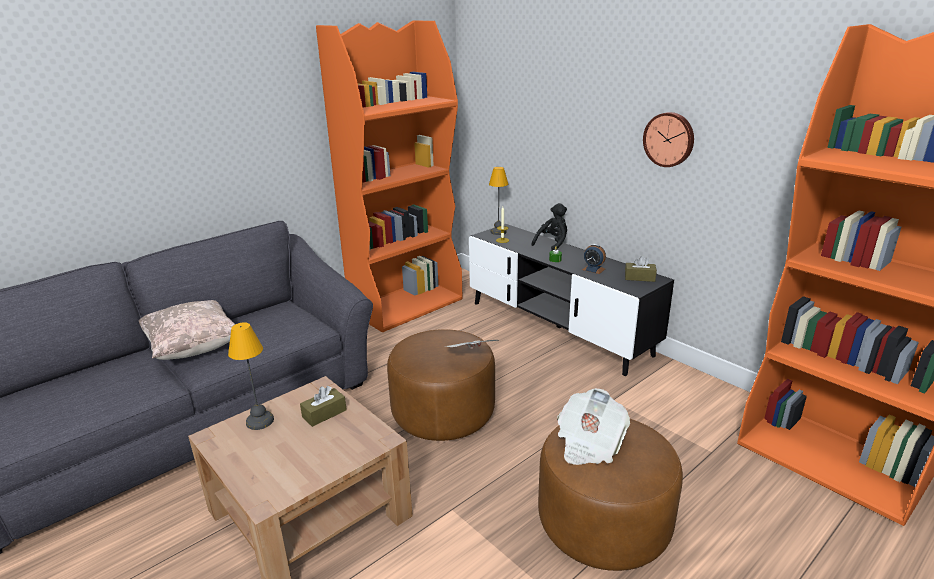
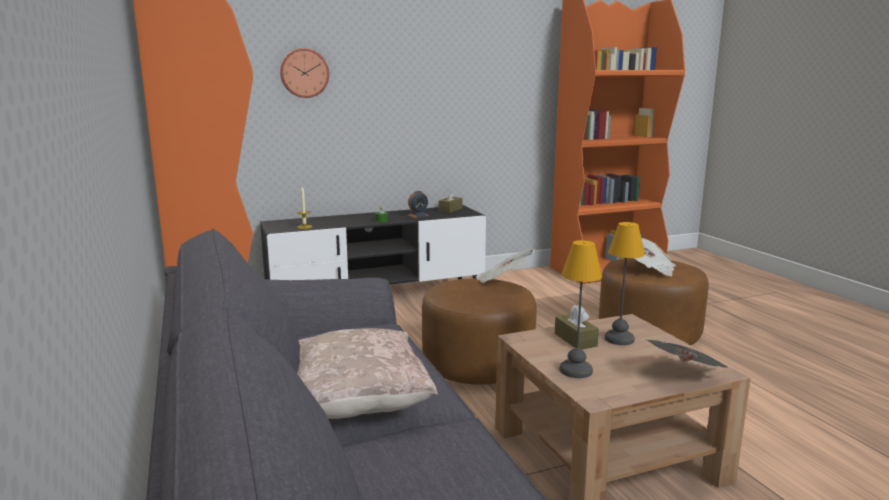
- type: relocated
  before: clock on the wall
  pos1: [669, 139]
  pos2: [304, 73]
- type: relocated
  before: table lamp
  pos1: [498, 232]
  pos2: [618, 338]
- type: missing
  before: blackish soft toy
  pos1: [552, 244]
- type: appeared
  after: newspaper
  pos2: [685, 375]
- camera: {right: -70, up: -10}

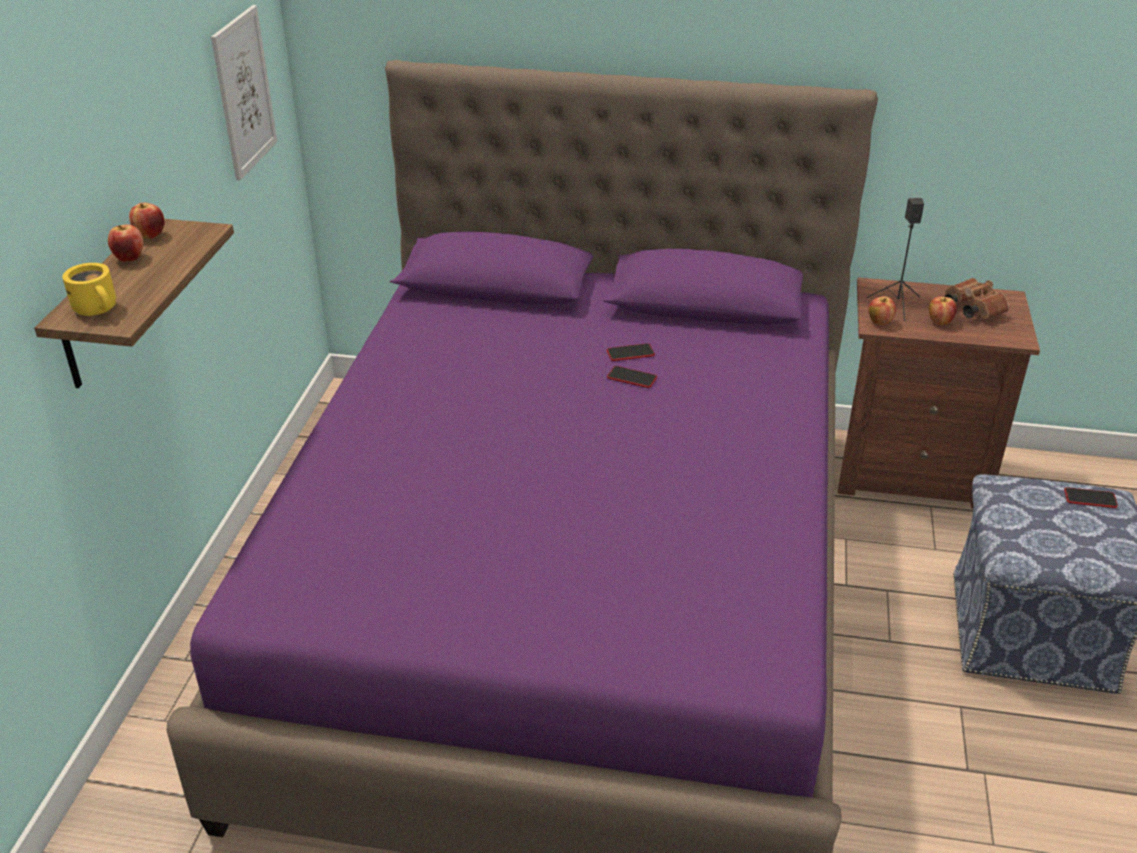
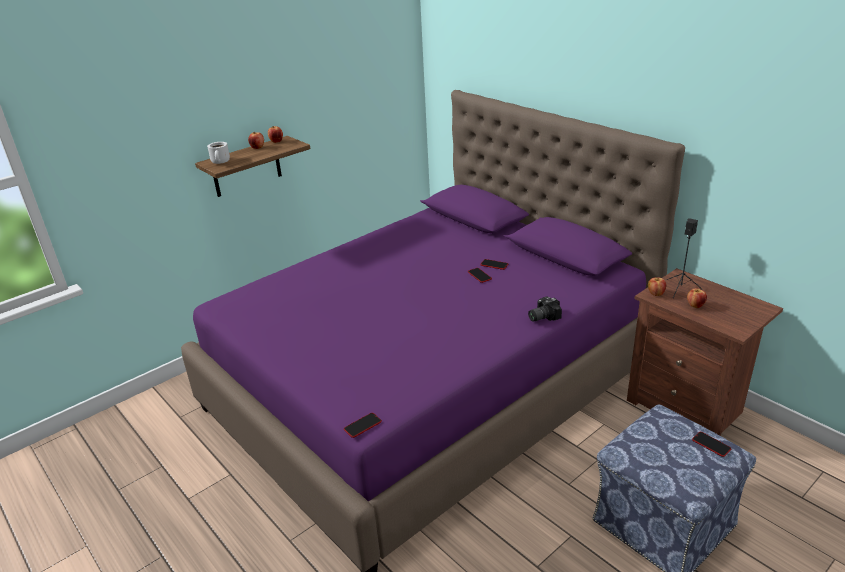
- type: missing
  before: wall picture
  pos1: [244, 92]
- type: colour
  before: yellow-coloured coffee mug
  after: whitish coffee mug
  pos1: [99, 309]
  pos2: [221, 162]
- type: missing
  before: brown binoculars
  pos1: [970, 309]
- type: appeared
  after: photo camera
  pos2: [542, 316]
- type: appeared
  after: telephone
  pos2: [362, 425]
- camera: {right: 40, up: -5}

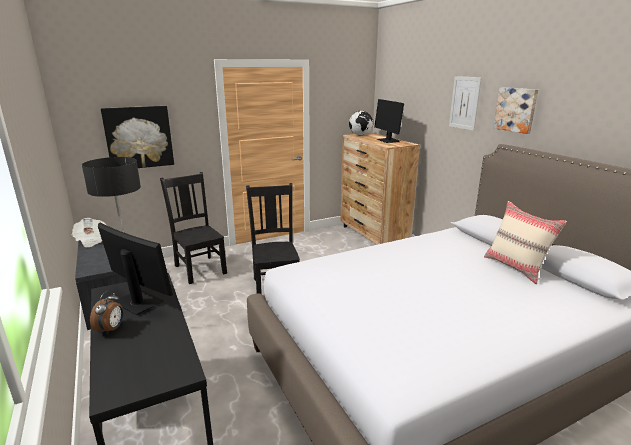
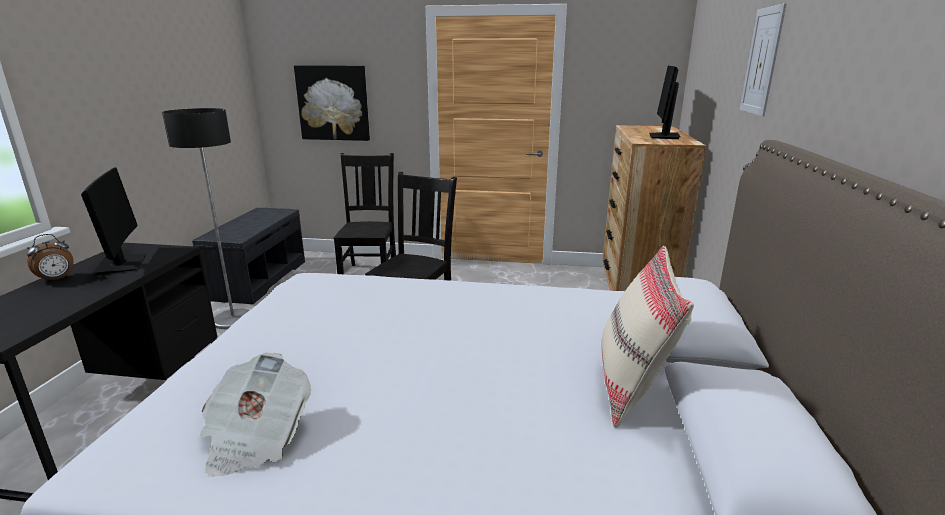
- type: missing
  before: wall picture
  pos1: [516, 109]
- type: missing
  before: desk globe
  pos1: [360, 135]
- type: relocated
  before: newspaper
  pos1: [91, 240]
  pos2: [256, 437]
- camera: {right: 35, up: 0}

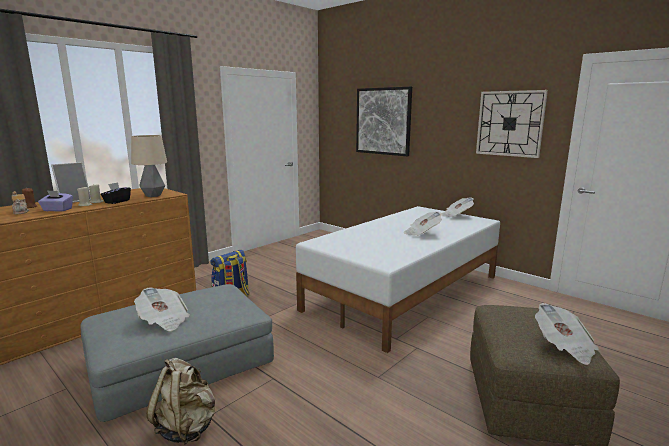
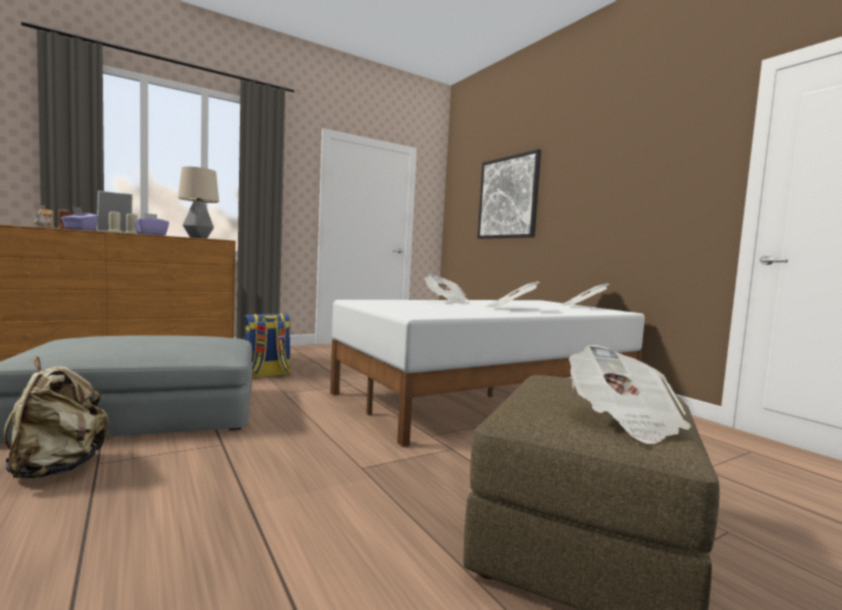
- type: missing
  before: clock on the wall
  pos1: [510, 123]
- type: colour
  before: blackish box of tissues
  after: purple-coloured box of tissues
  pos1: [117, 201]
  pos2: [151, 234]
- type: relocated
  before: newspaper
  pos1: [164, 320]
  pos2: [445, 301]
- camera: {right: 15, up: -10}

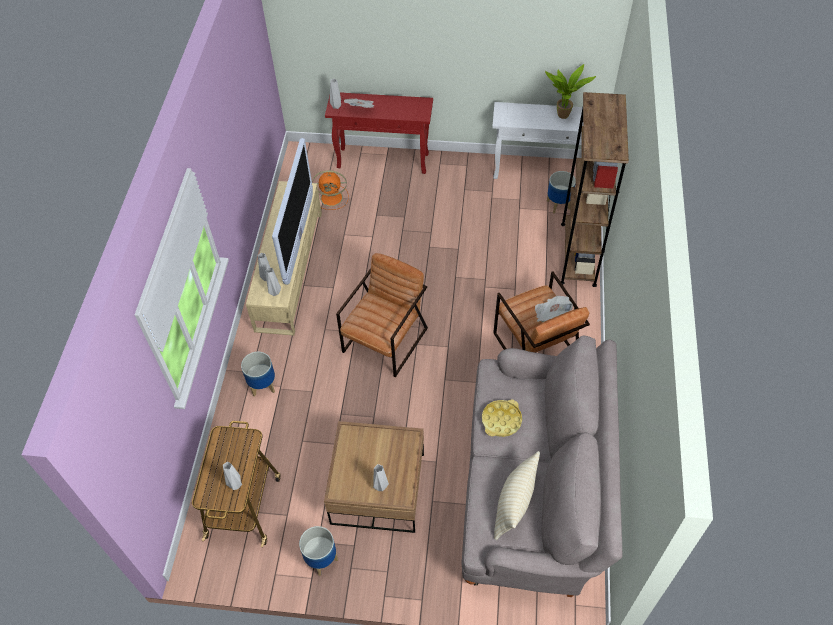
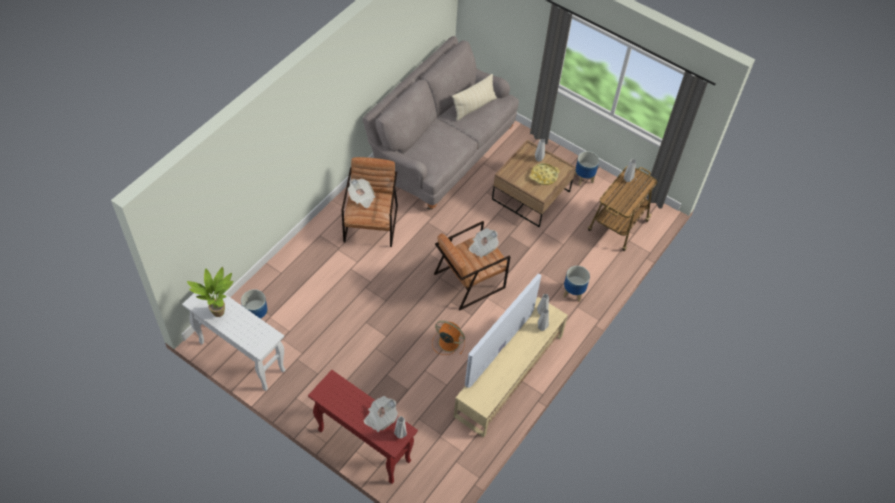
- type: missing
  before: brown shelving unit
  pos1: [578, 254]
- type: relocated
  before: orange cooling fan
  pos1: [332, 198]
  pos2: [448, 342]
- type: relocated
  before: yellow-coloured serving tray
  pos1: [501, 420]
  pos2: [544, 176]
- type: appeared
  after: newspaper
  pos2: [482, 247]
- camera: {right: -155, up: 0}

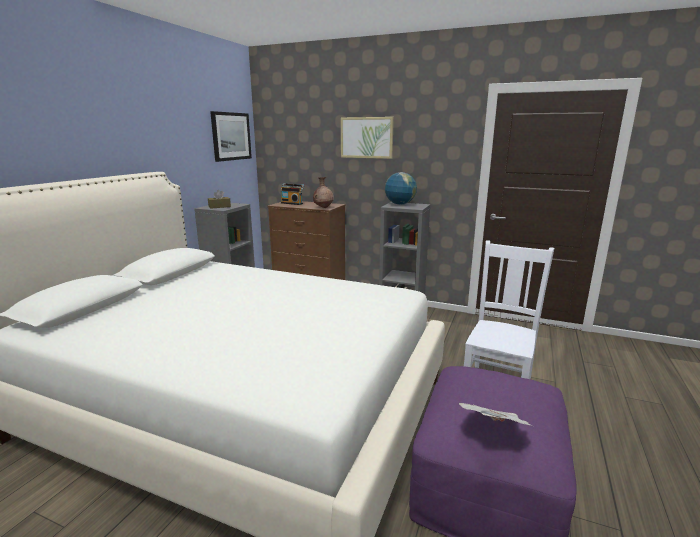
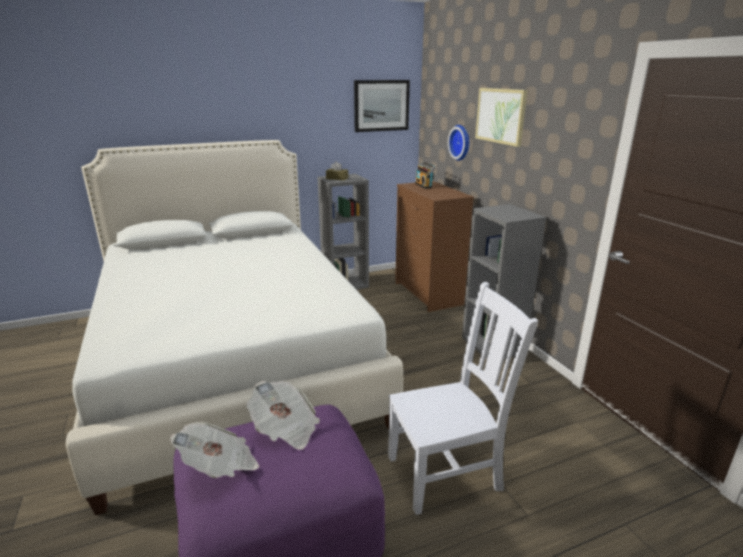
- type: missing
  before: desk globe
  pos1: [400, 204]
- type: missing
  before: brown decorative vase
  pos1: [323, 207]
- type: appeared
  after: clock on the wall
  pos2: [461, 142]
- type: appeared
  after: newspaper
  pos2: [285, 428]
- camera: {right: 45, up: 5}

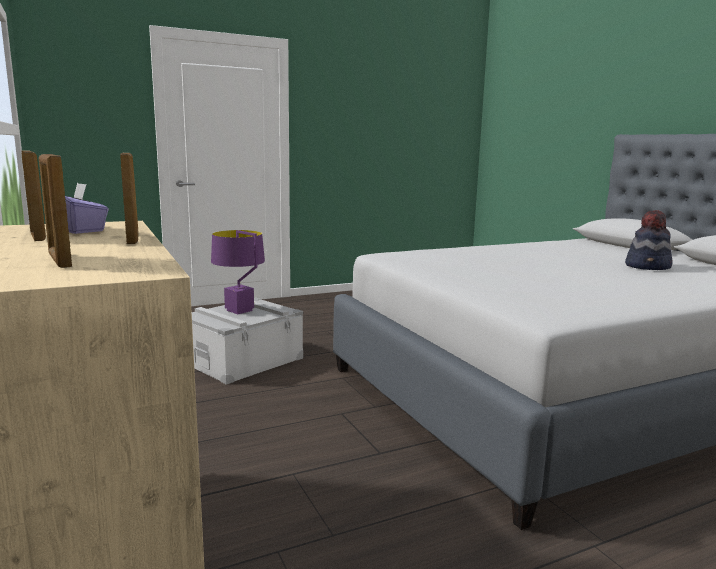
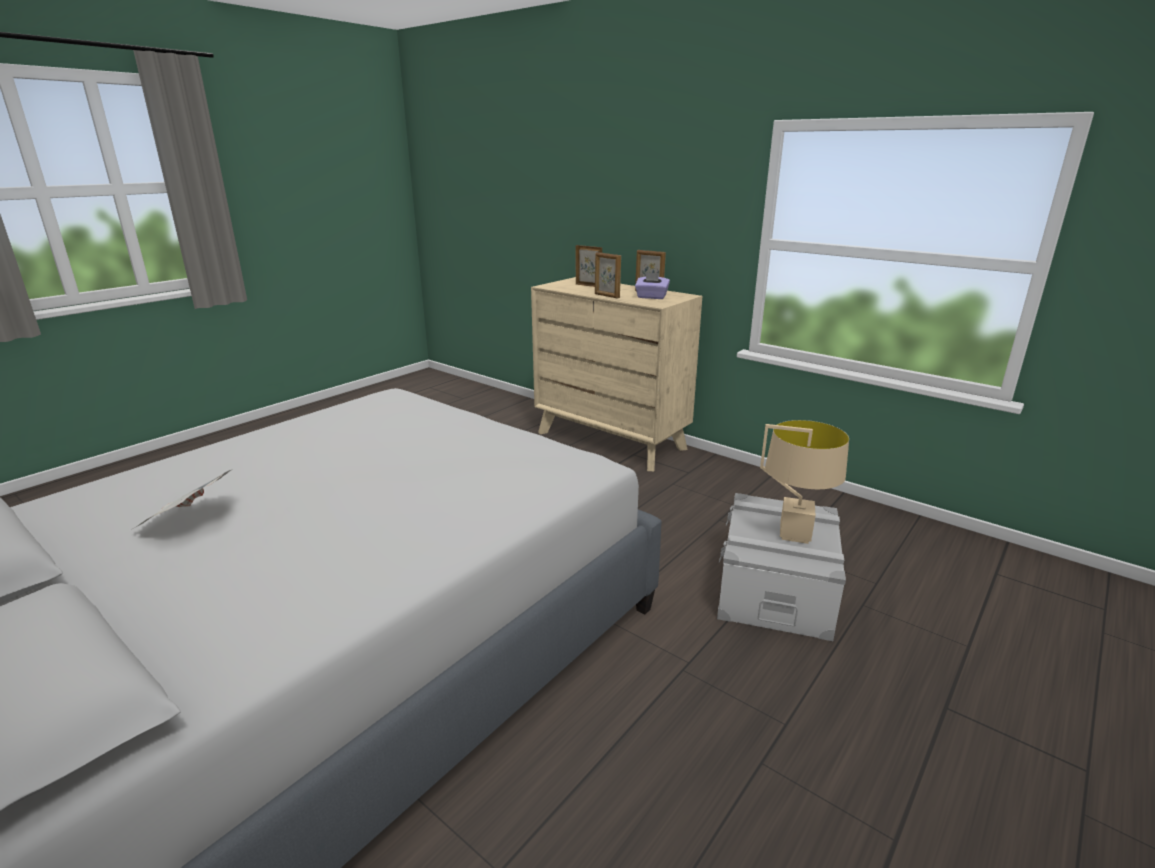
- type: exchanged
  before: hat
  after: newspaper
  pos1: [648, 267]
  pos2: [188, 521]
- type: colour
  before: purple-coloured table lamp
  after: beige-coloured table lamp
  pos1: [239, 310]
  pos2: [794, 534]
- camera: {right: 155, up: 10}

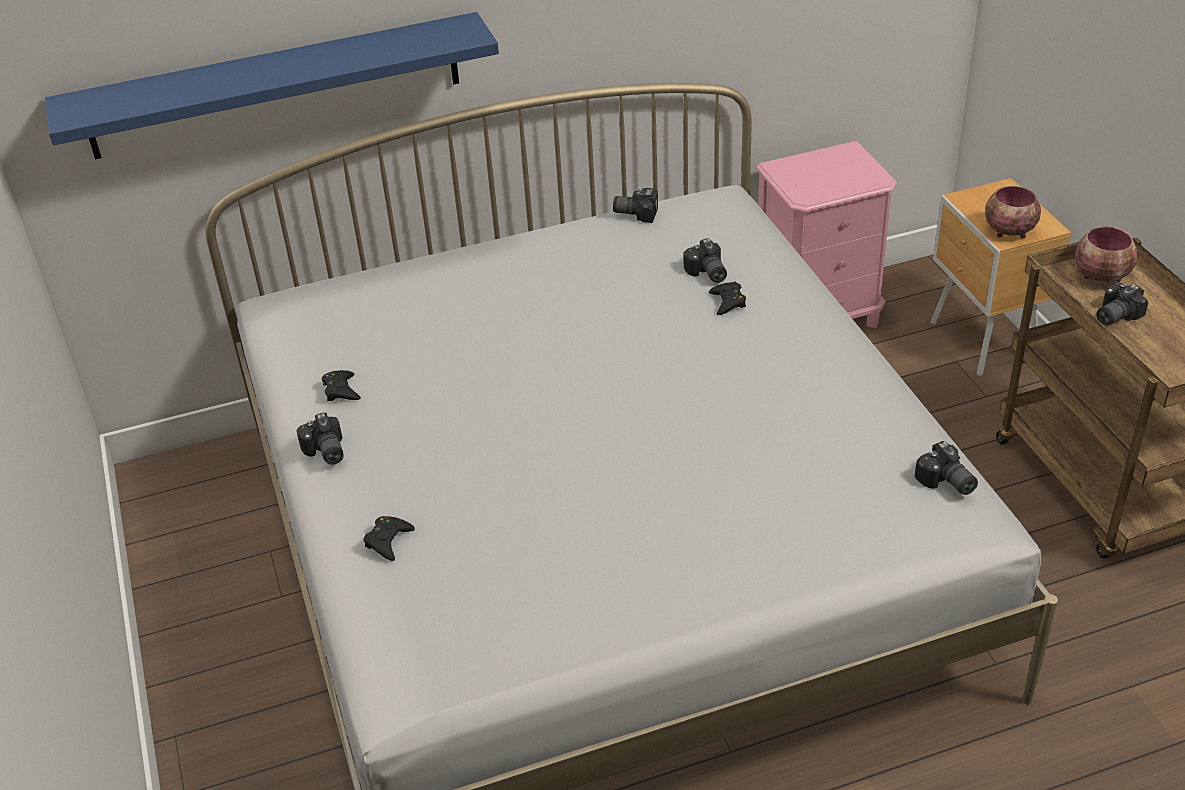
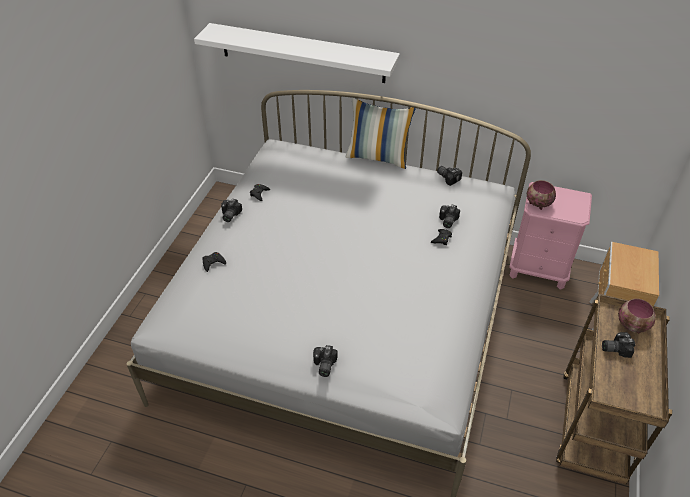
- type: colour
  before: blue-coloured wall shelf
  after: whitish wall shelf
  pos1: [275, 86]
  pos2: [302, 53]
- type: relocated
  before: serving bowl
  pos1: [1008, 231]
  pos2: [537, 203]
- type: relocated
  before: photo camera
  pos1: [946, 482]
  pos2: [323, 365]
- type: appeared
  after: pillow
  pos2: [378, 157]
- camera: {right: 35, up: 5}

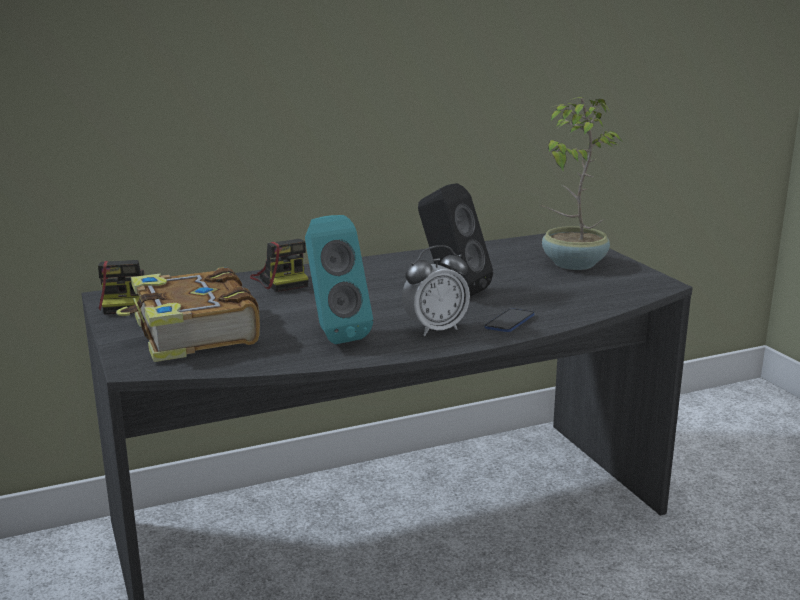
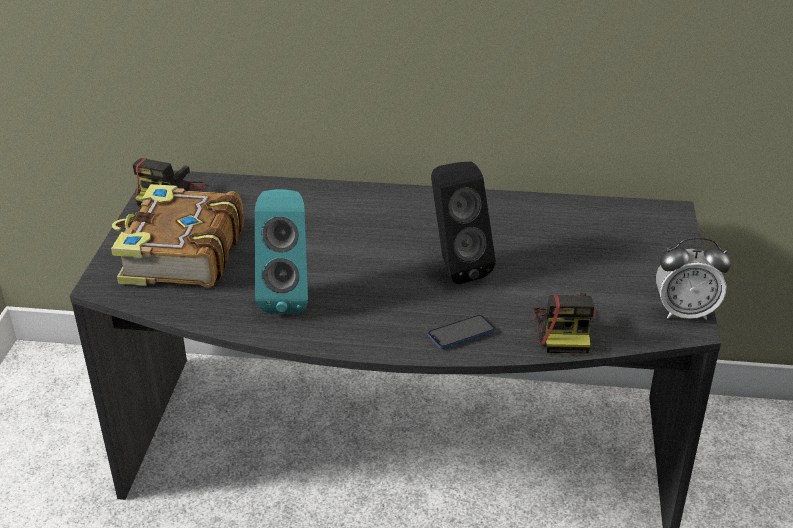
- type: missing
  before: potted plant
  pos1: [572, 264]
- type: relocated
  before: photo camera
  pos1: [281, 280]
  pos2: [565, 329]
- type: relocated
  before: bedside clock
  pos1: [435, 329]
  pos2: [685, 312]
- camera: {right: 30, up: 15}

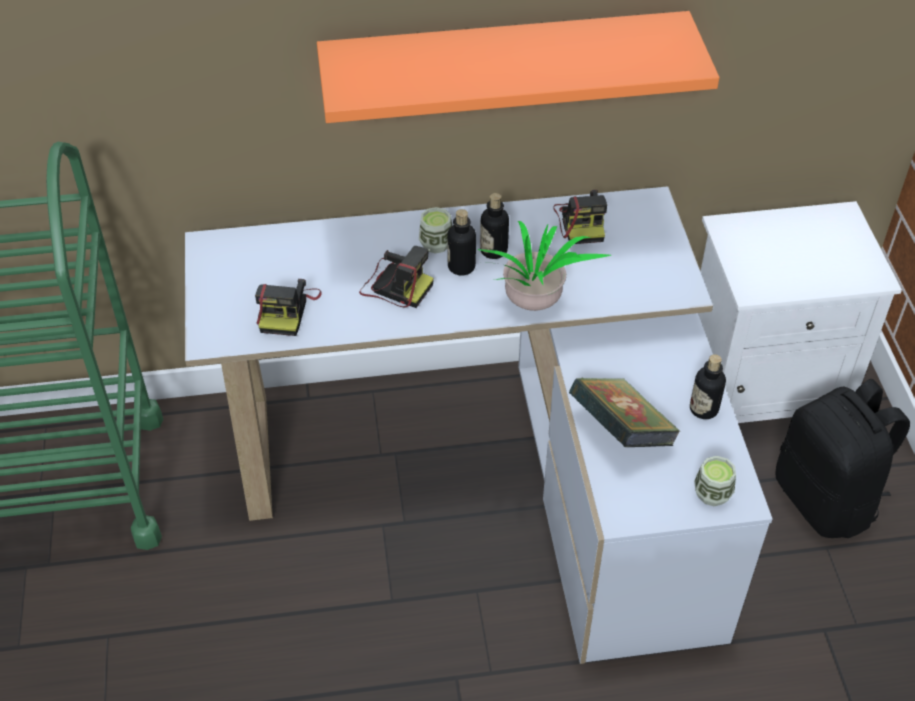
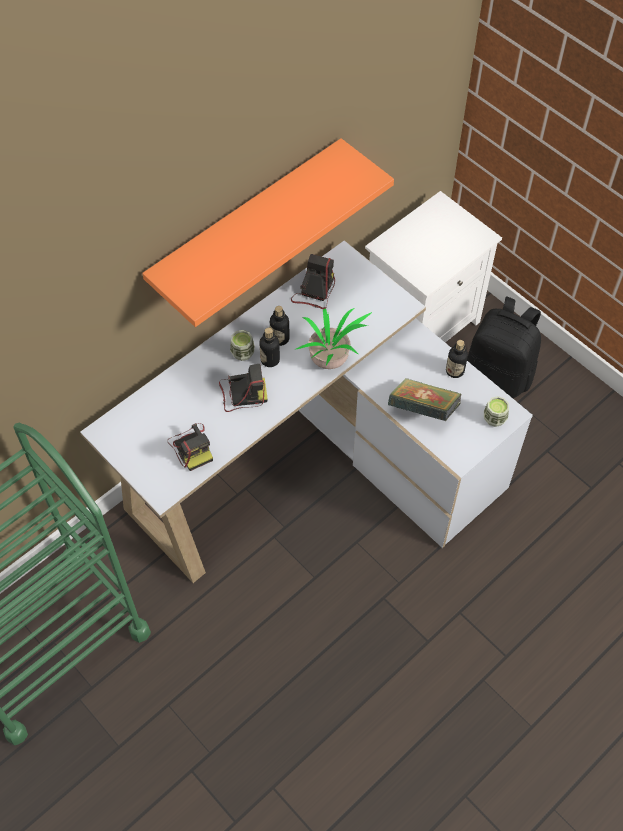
- type: spun
  before: photo camera
  pos1: [582, 221]
  pos2: [314, 291]
  turn: -120
- camera: {right: -35, up: 10}

